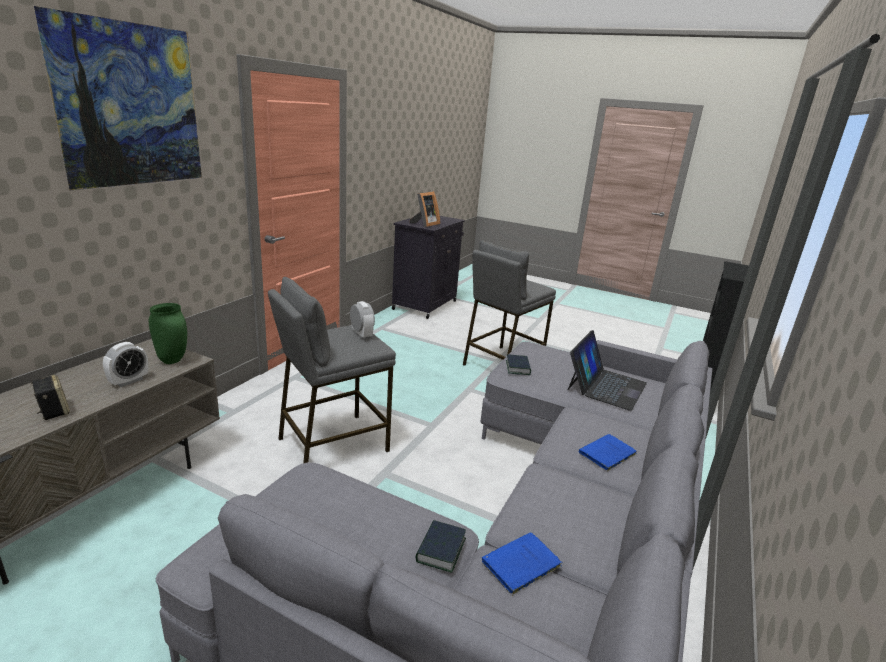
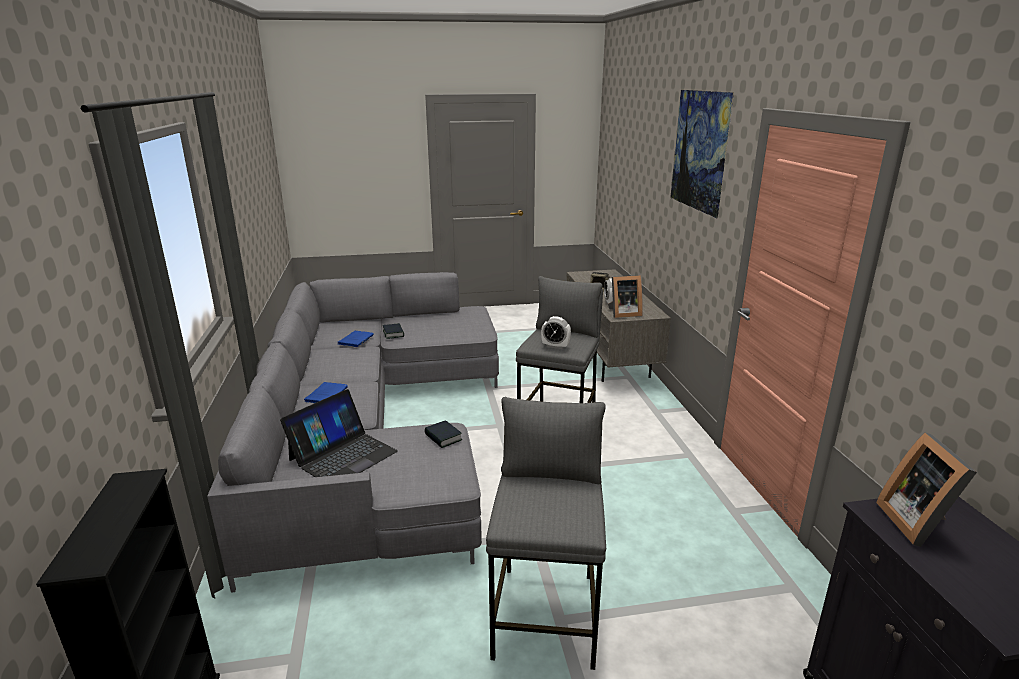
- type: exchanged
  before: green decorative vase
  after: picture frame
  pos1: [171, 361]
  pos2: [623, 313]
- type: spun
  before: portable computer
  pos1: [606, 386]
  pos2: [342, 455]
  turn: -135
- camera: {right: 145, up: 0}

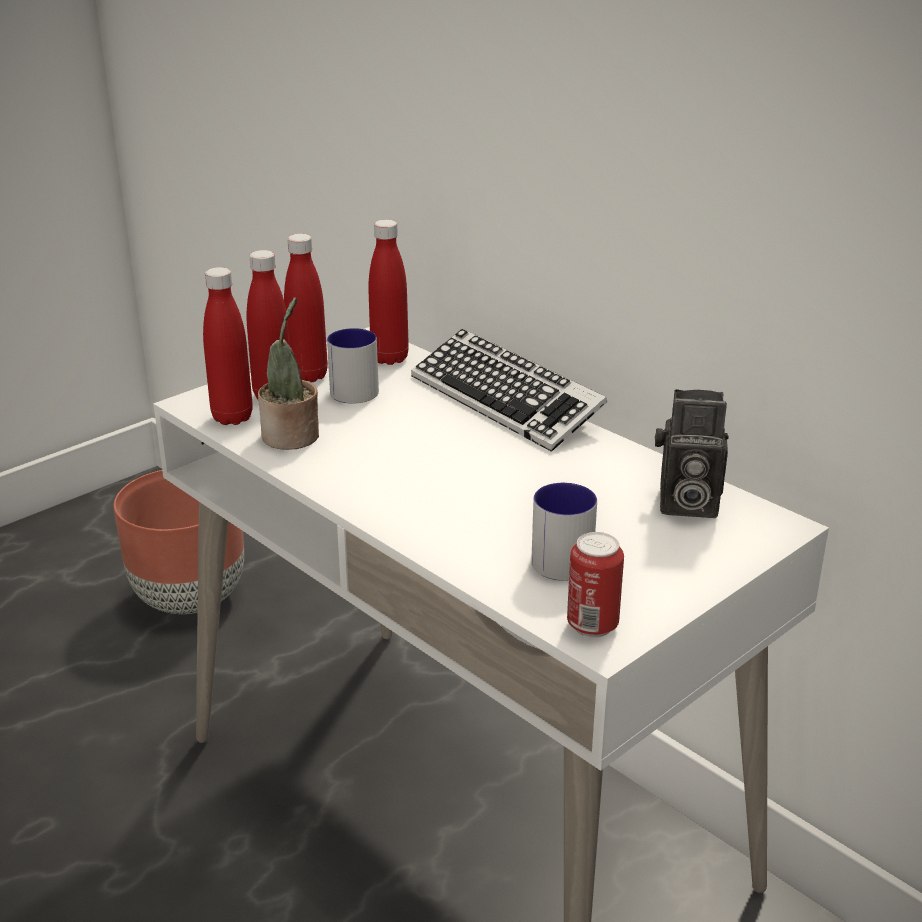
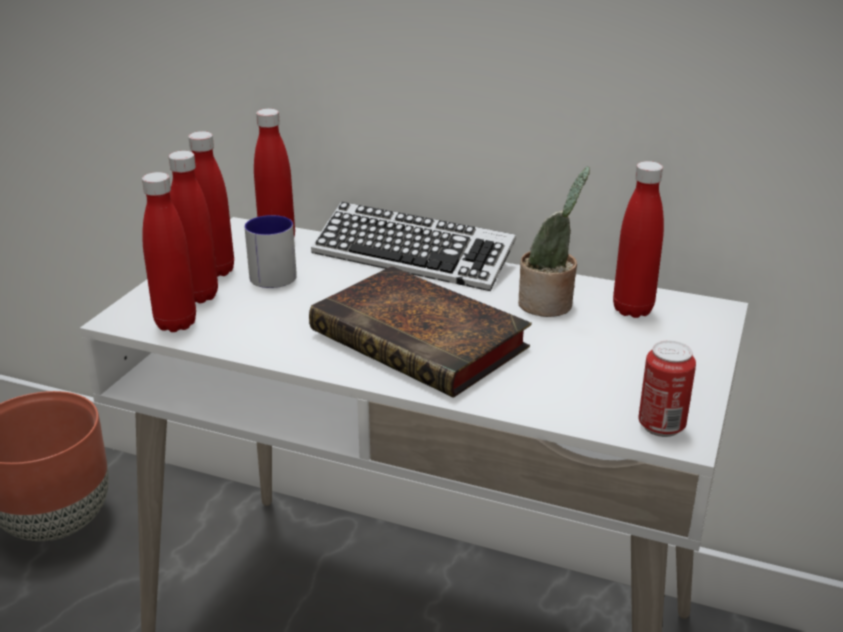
- type: relocated
  before: potted plant
  pos1: [292, 438]
  pos2: [549, 305]
- type: exchanged
  before: photo camera
  after: reddish drink bottle
  pos1: [684, 504]
  pos2: [632, 310]
- type: missing
  before: coffee mug
  pos1: [558, 556]
- type: appeared
  after: volume
  pos2: [424, 341]
- camera: {right: -25, up: 0}

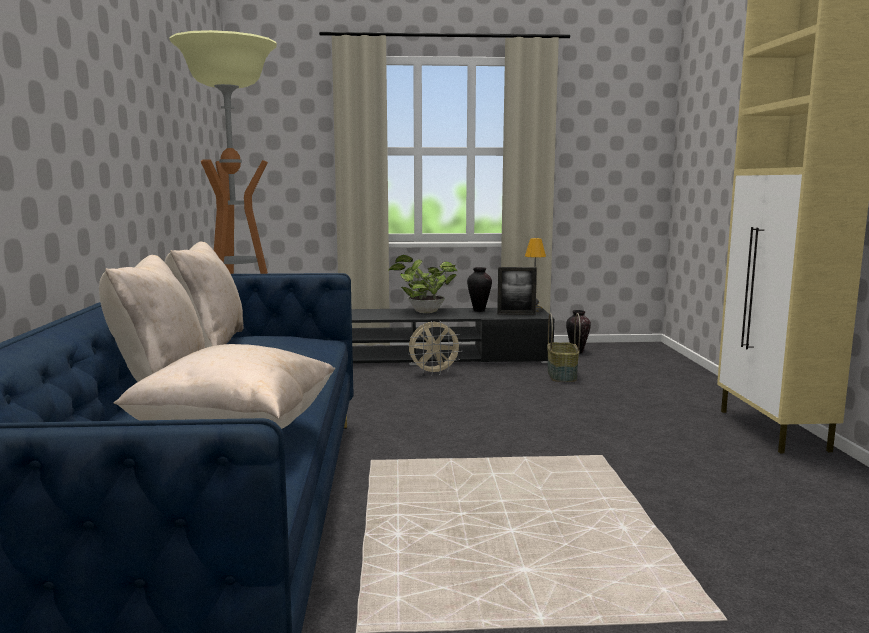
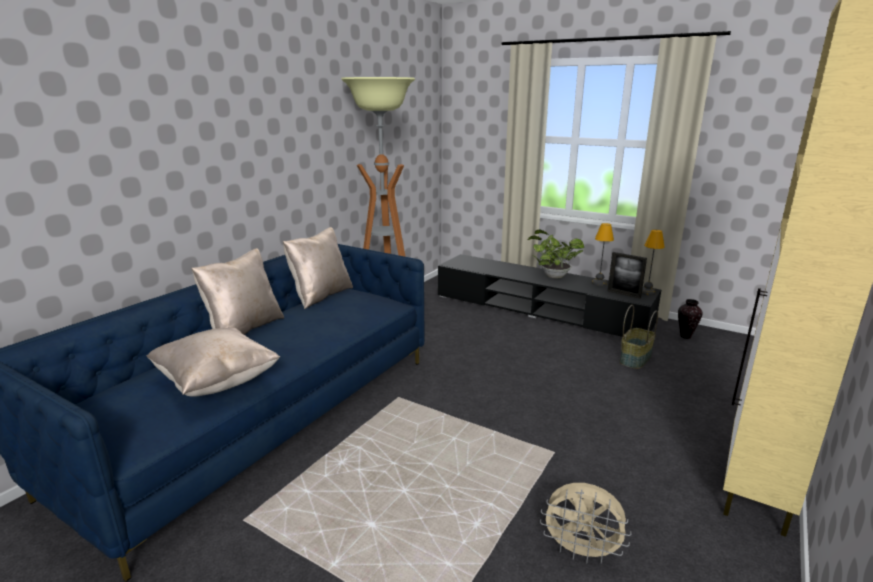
- type: exchanged
  before: decorative vase
  after: table lamp
  pos1: [478, 310]
  pos2: [598, 283]
- type: relocated
  before: beige-coloured cooling fan
  pos1: [434, 373]
  pos2: [581, 552]
- camera: {right: 35, up: 10}

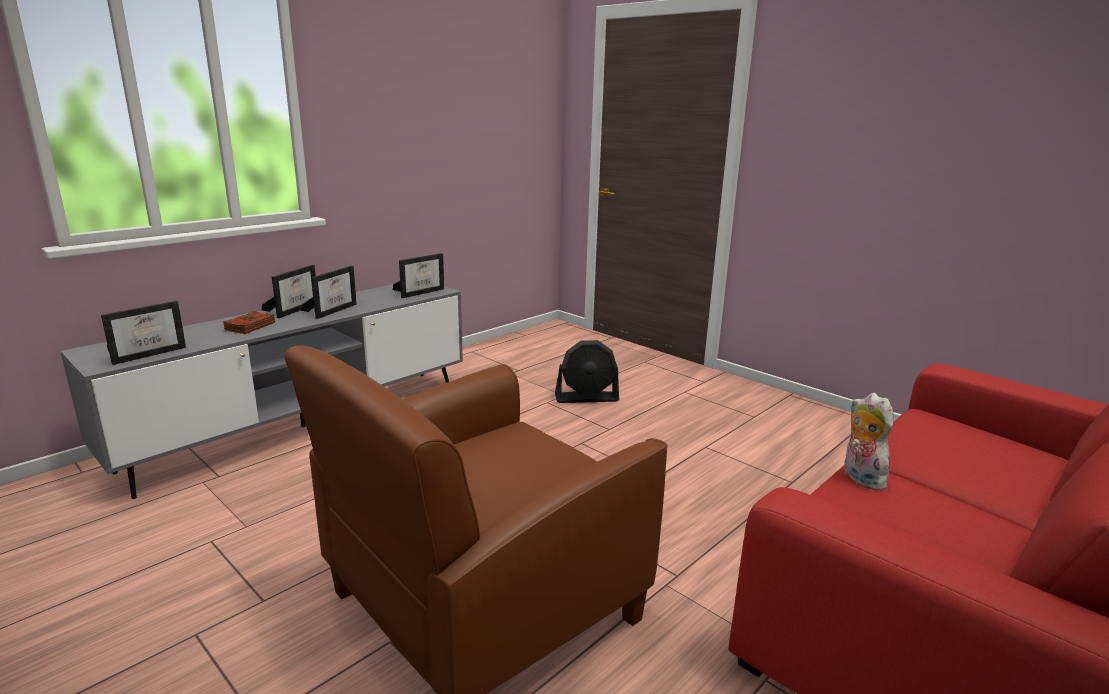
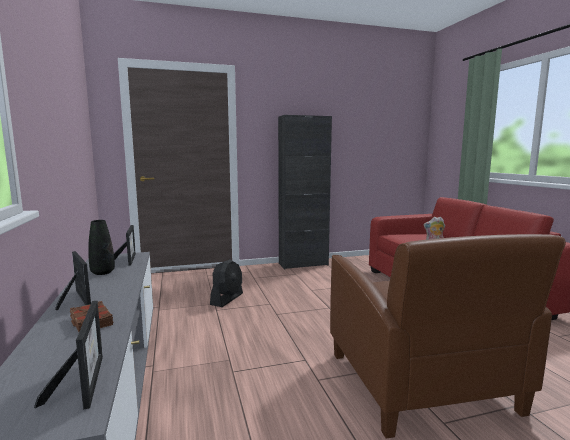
- type: missing
  before: picture frame
  pos1: [333, 310]
- type: appeared
  after: blackish storage cabinet
  pos2: [303, 264]
- type: appeared
  after: blackish decorative vase
  pos2: [102, 272]
- camera: {right: -60, up: -10}

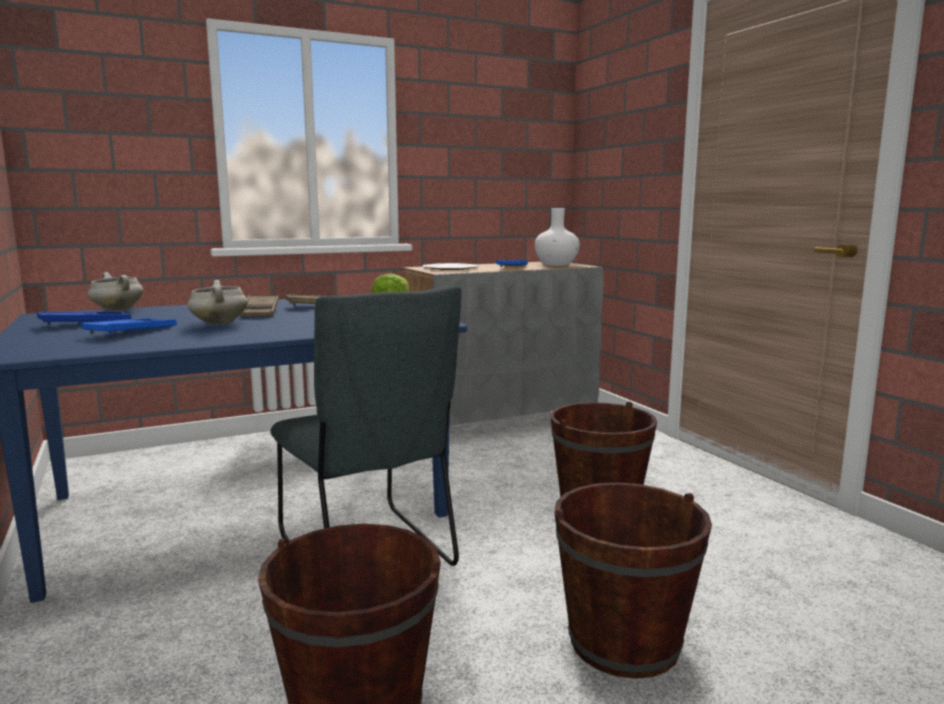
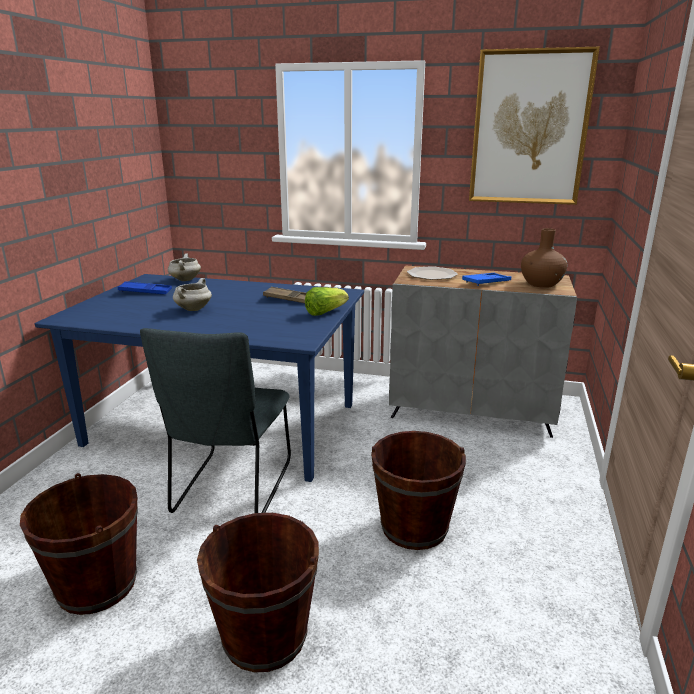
- type: colour
  before: whitish decorative vase
  after: brown decorative vase
  pos1: [556, 264]
  pos2: [541, 284]
- type: missing
  before: brown serving tray
  pos1: [260, 312]
- type: missing
  before: blue-coloured serving tray
  pos1: [131, 331]
- type: appeared
  after: wall picture
  pos2: [529, 128]
- camera: {right: 40, up: 10}

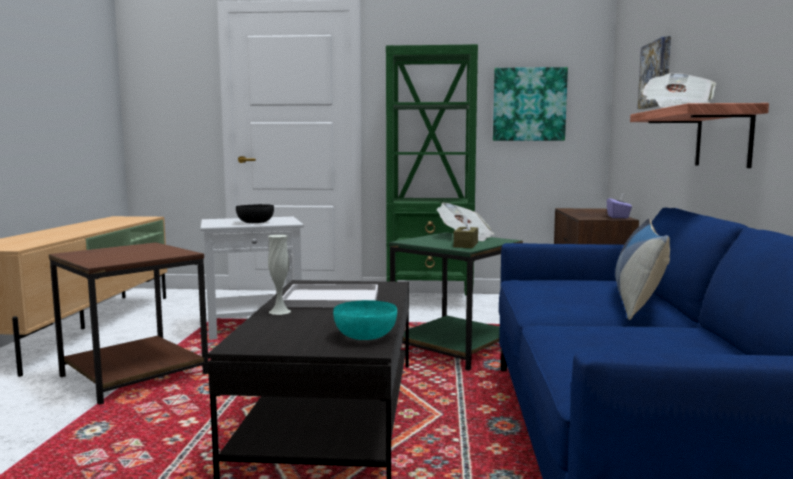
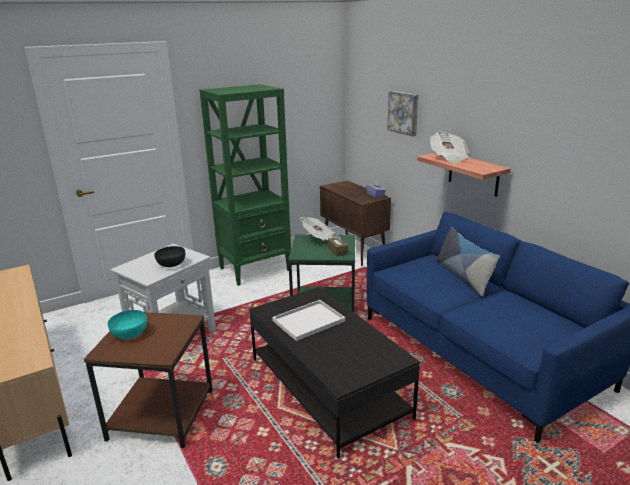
- type: missing
  before: wall picture
  pos1: [529, 104]
- type: missing
  before: whitish decorative vase
  pos1: [279, 311]
- type: relocated
  before: turquoise serving bowl
  pos1: [366, 336]
  pos2: [130, 333]
- camera: {right: -35, up: 15}

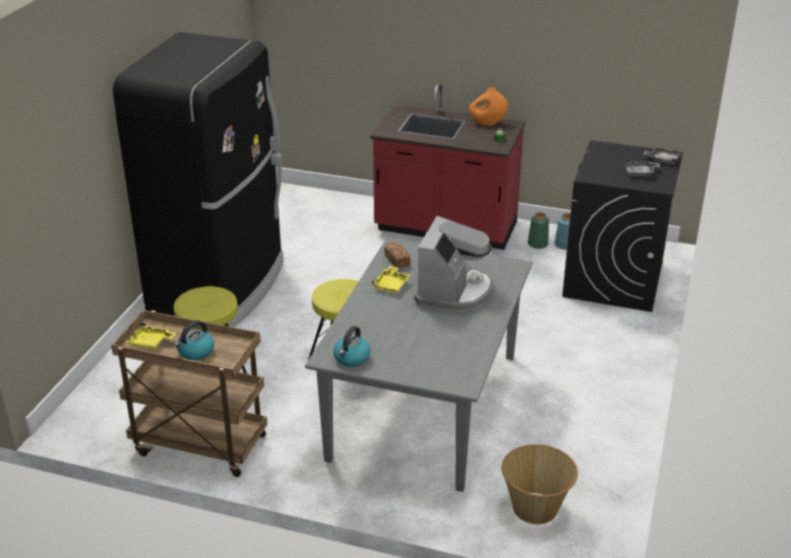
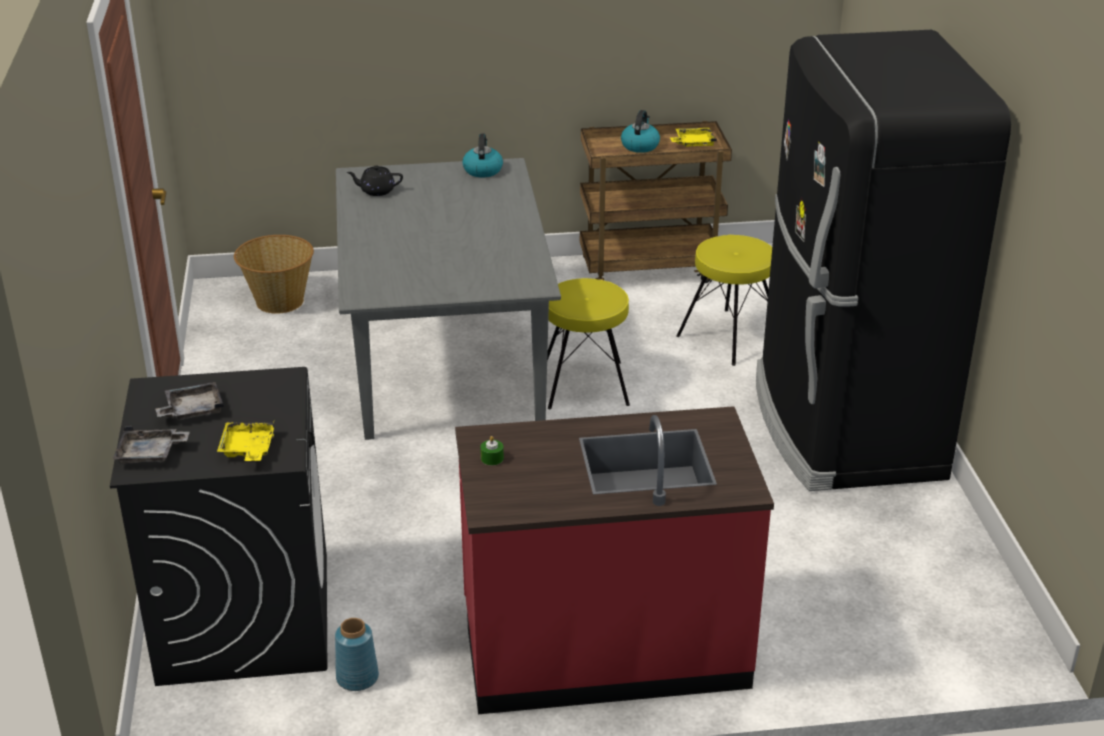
- type: missing
  before: orange decorative vase
  pos1: [487, 123]
- type: missing
  before: green decorative vase
  pos1: [537, 244]
- type: missing
  before: coffee machine
  pos1: [454, 291]
- type: missing
  before: bakery bread
  pos1: [397, 261]
- type: relocated
  before: yellow-coloured serving tray
  pos1: [391, 285]
  pos2: [248, 449]
- type: appeared
  after: blackish teapot
  pos2: [376, 191]
- camera: {right: 155, up: 0}

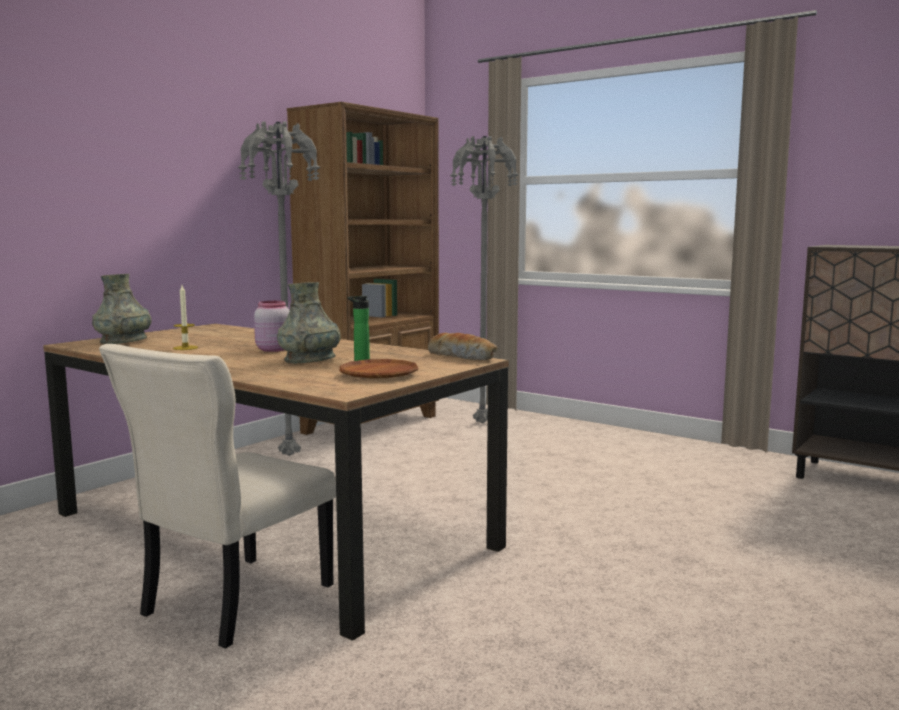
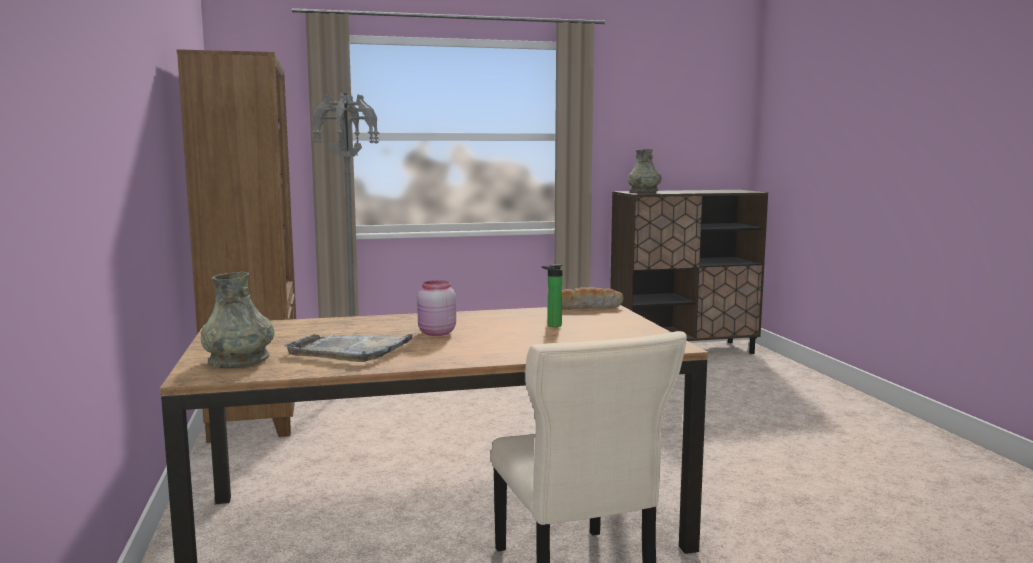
- type: missing
  before: grey floor lamp
  pos1: [290, 456]
- type: relocated
  before: grey decorative vase
  pos1: [310, 360]
  pos2: [644, 192]
- type: exchanged
  before: candle
  after: grey serving tray
  pos1: [185, 348]
  pos2: [351, 350]
- type: missing
  before: brown plate
  pos1: [378, 375]
- camera: {right: -50, up: 0}

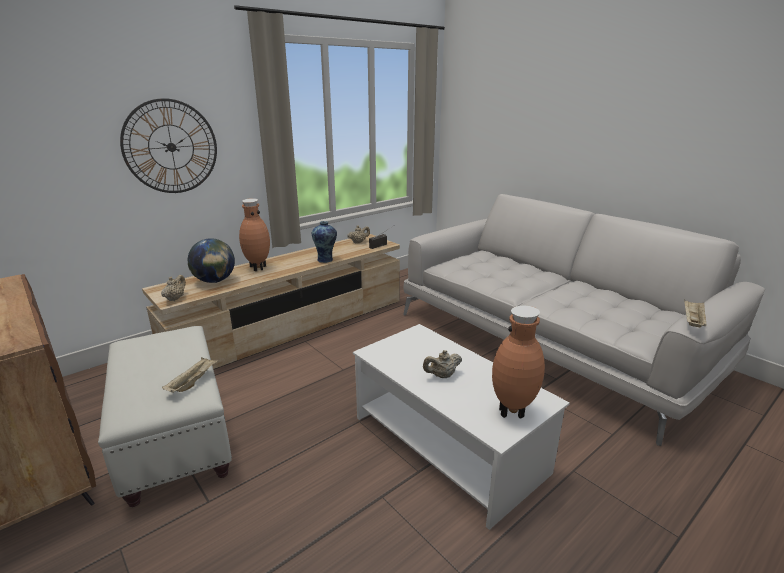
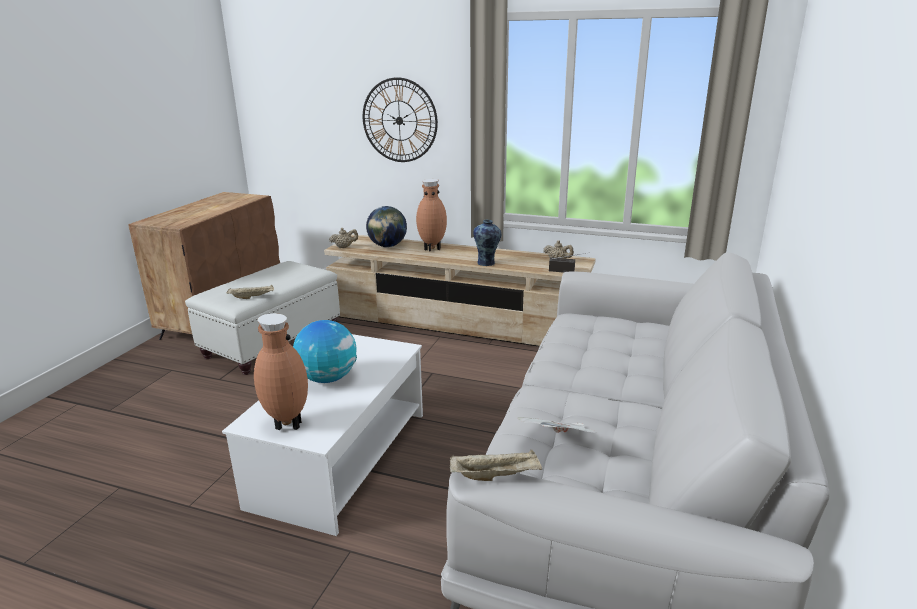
- type: exchanged
  before: beige-coloured teapot
  after: desk globe
  pos1: [442, 376]
  pos2: [327, 378]
- type: appeared
  after: newspaper
  pos2: [558, 442]
- camera: {right: 60, up: 0}

